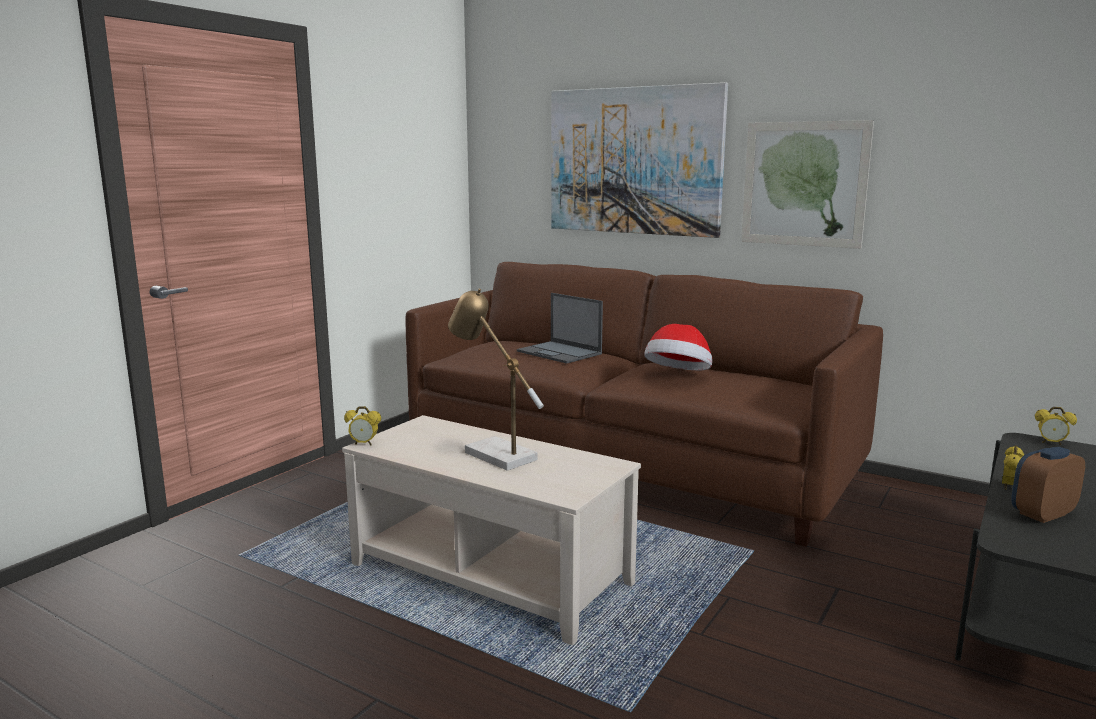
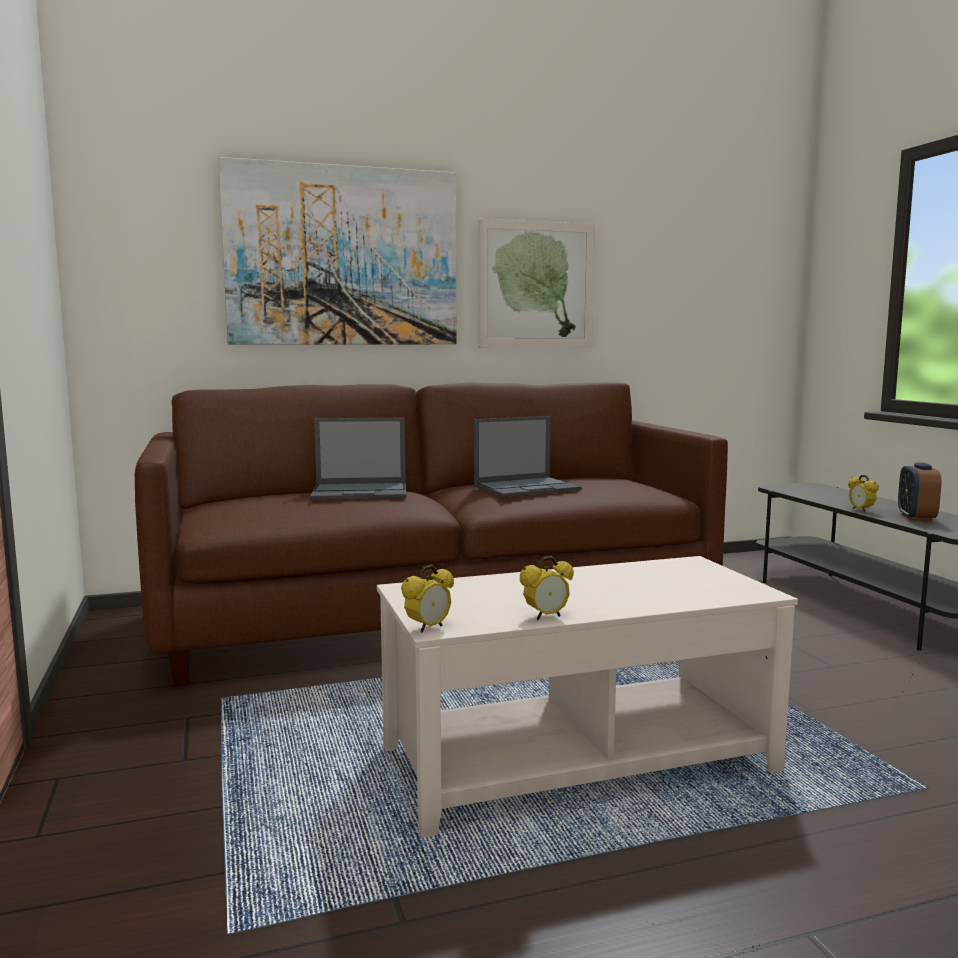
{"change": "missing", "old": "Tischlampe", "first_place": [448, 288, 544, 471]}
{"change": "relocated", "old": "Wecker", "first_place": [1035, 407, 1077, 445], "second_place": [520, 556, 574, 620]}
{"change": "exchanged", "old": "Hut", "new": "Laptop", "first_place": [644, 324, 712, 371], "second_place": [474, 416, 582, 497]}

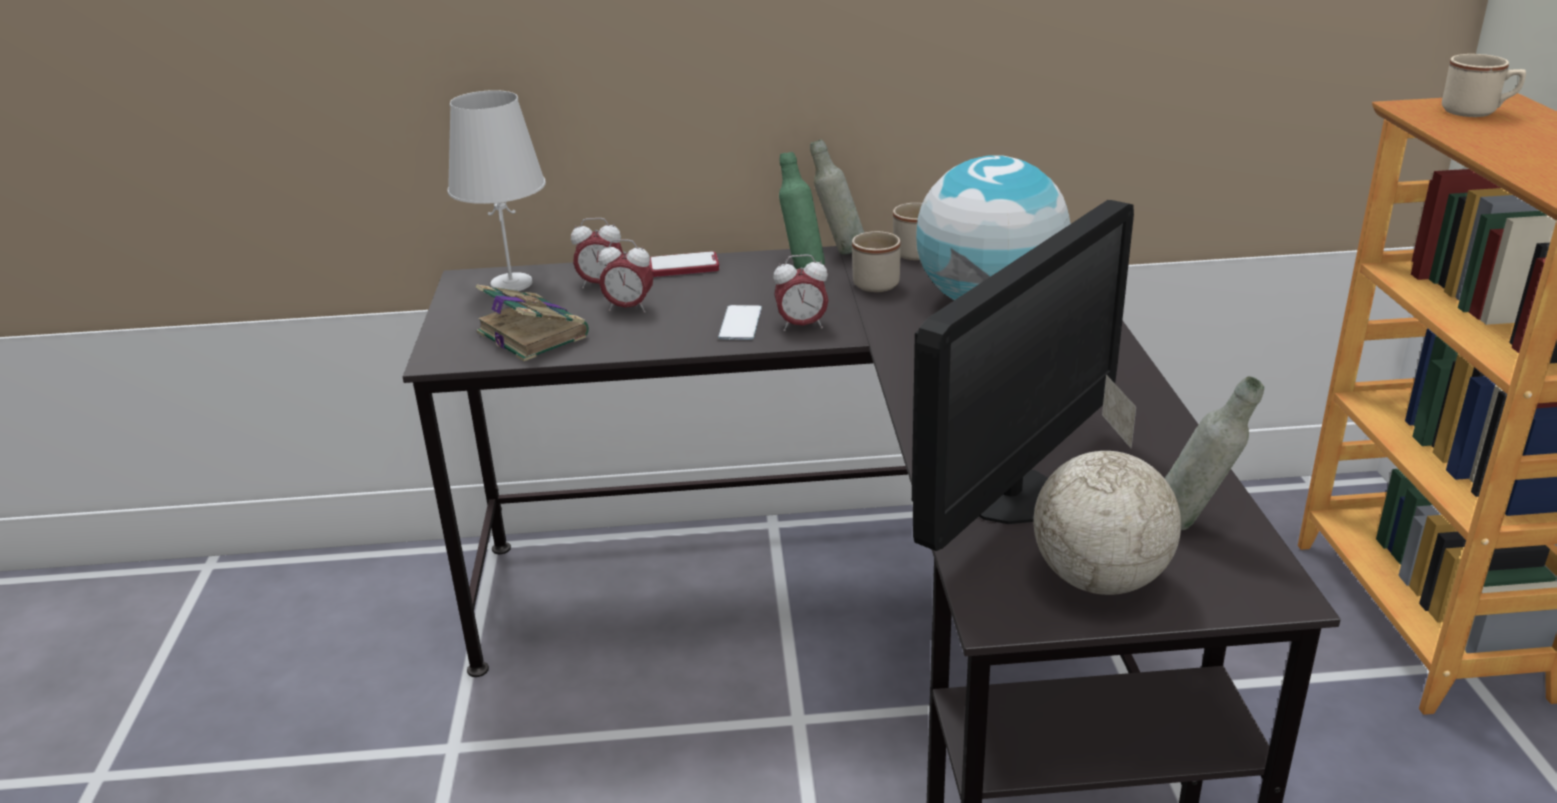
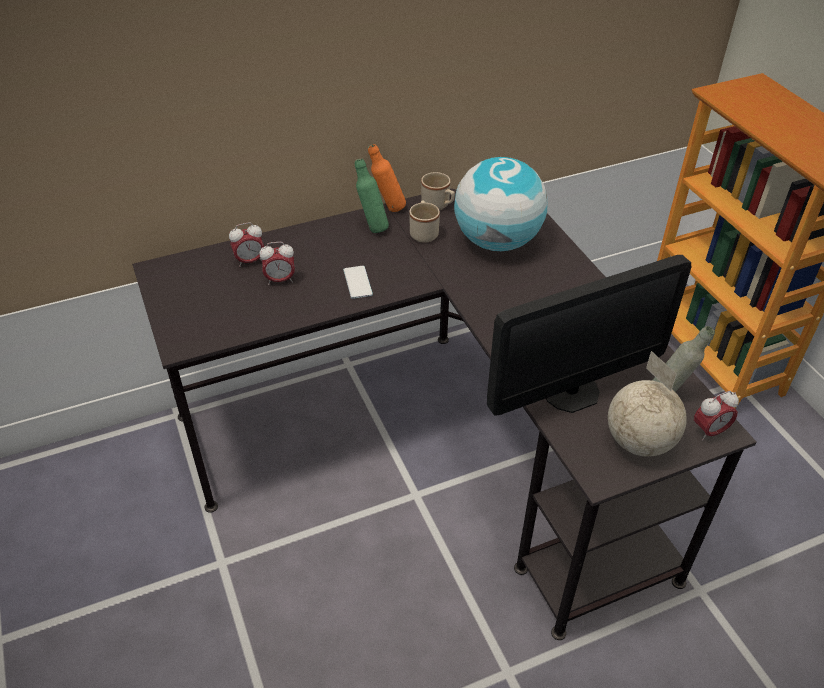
{"change": "missing", "old": "Tischlampe/weiß", "first_place": [447, 90, 546, 291]}
{"change": "missing", "old": "Buch", "first_place": [476, 284, 589, 361]}
{"change": "missing", "old": "Handy", "first_place": [649, 251, 719, 277]}
{"change": "missing", "old": "Henkelbecher/beige", "first_place": [1442, 54, 1526, 117]}
{"change": "relocated", "old": "Wecker", "first_place": [773, 254, 828, 331], "second_place": [694, 391, 739, 441]}
{"change": "colour", "old": "Flasche/grau", "new": "Flasche/orange", "first_place": [810, 139, 864, 255], "second_place": [368, 144, 406, 212]}
{"change": "spun", "old": "Monitor", "first_place": [912, 200, 1134, 551], "second_place": [487, 255, 691, 416], "degrees": 45}

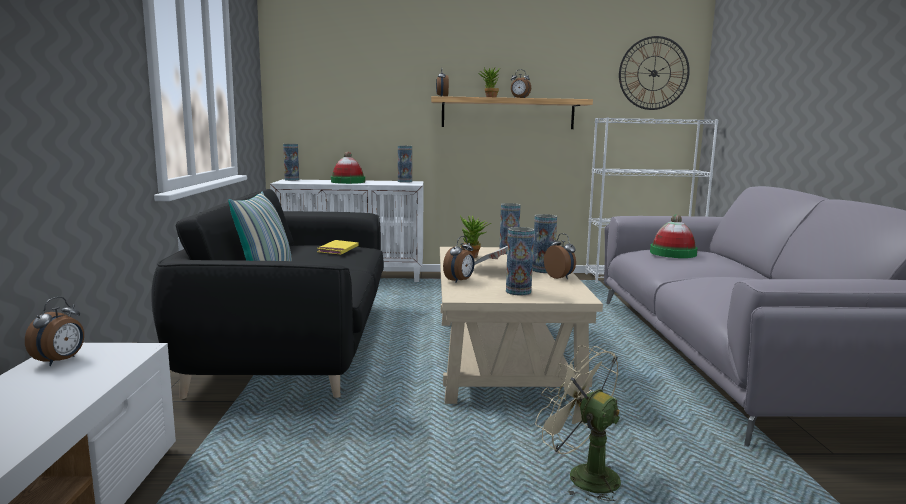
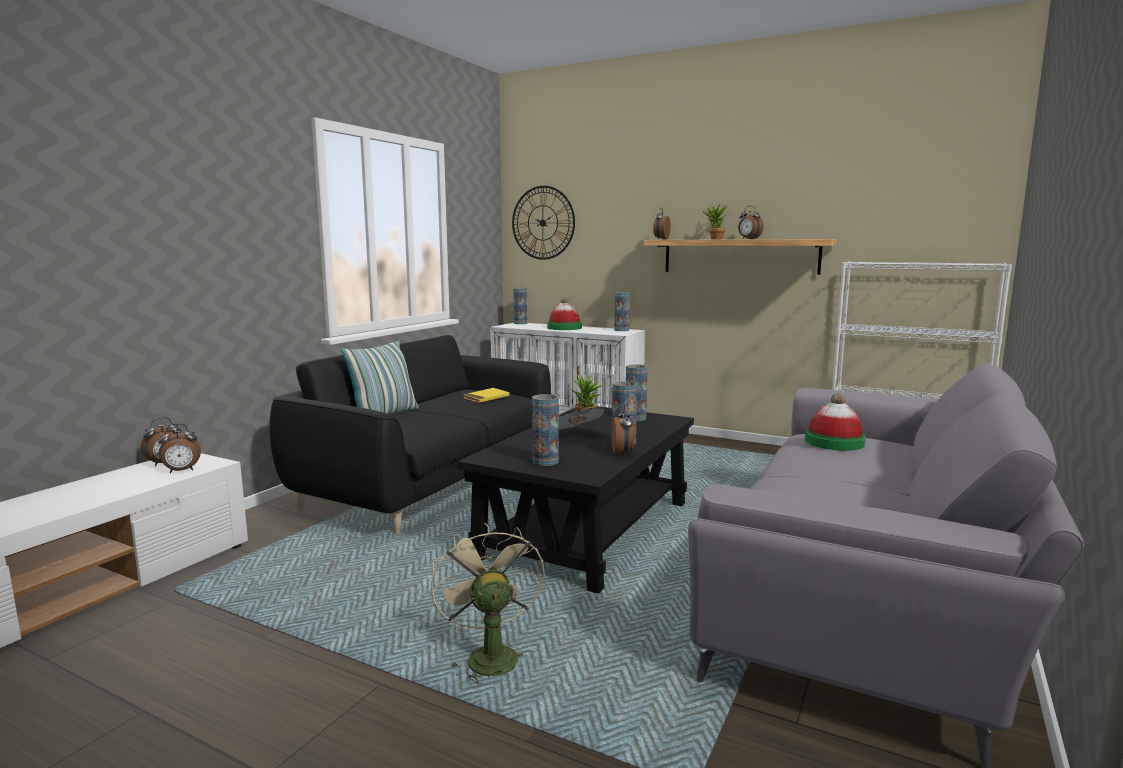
{"change": "relocated", "old": "Wecker", "first_place": [443, 236, 475, 283], "second_place": [158, 423, 201, 473]}
{"change": "relocated", "old": "Wanduhr", "first_place": [619, 36, 690, 110], "second_place": [512, 186, 575, 260]}
{"change": "colour", "old": "Couchtisch/beige", "new": "Couchtisch/schwarz", "first_place": [440, 247, 603, 404], "second_place": [458, 406, 694, 594]}

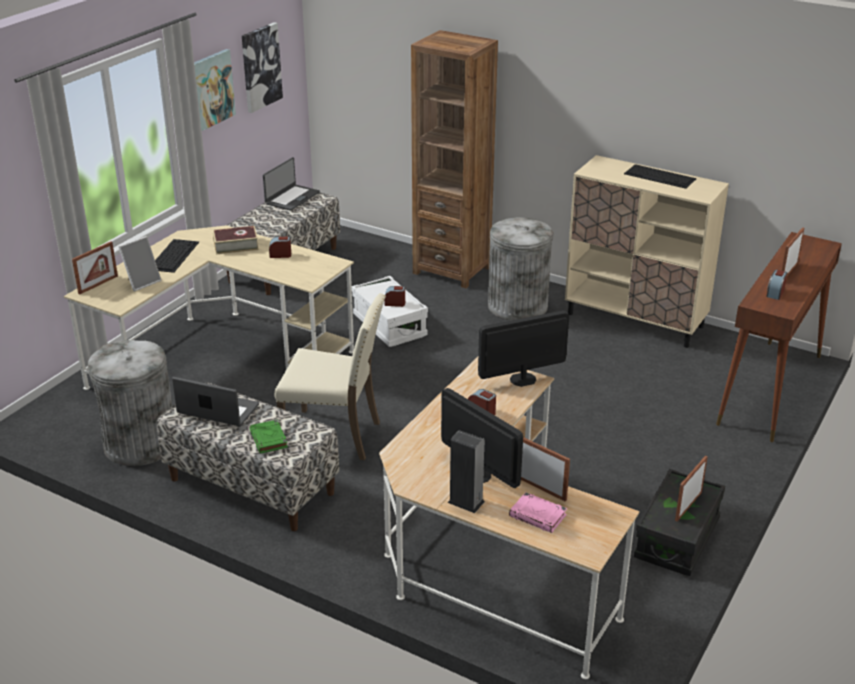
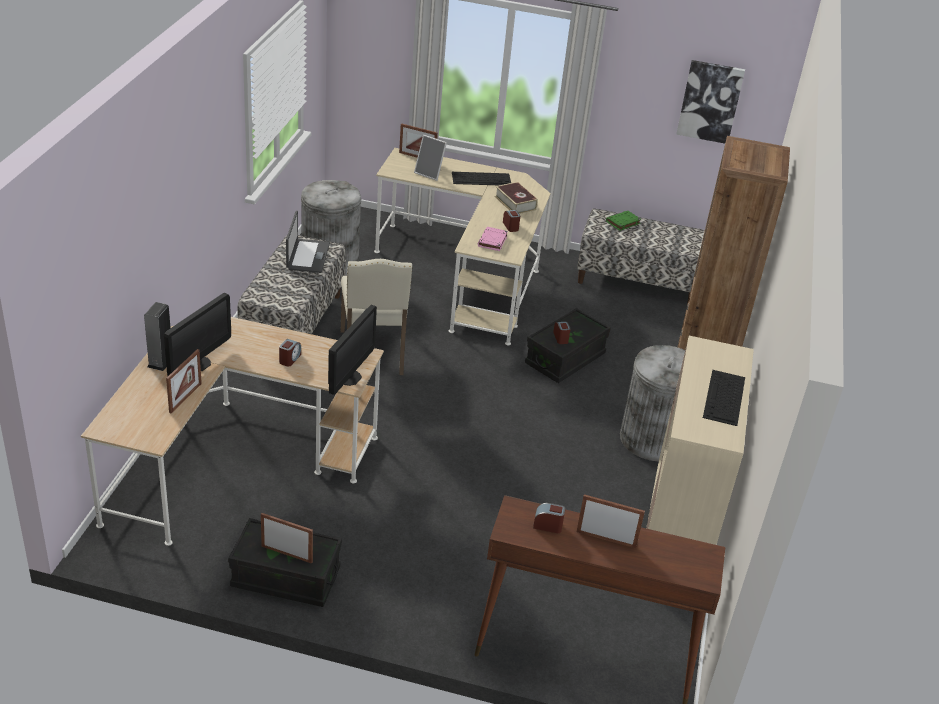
{"change": "missing", "old": "Bild", "first_place": [194, 49, 236, 131]}
{"change": "missing", "old": "Laptop", "first_place": [263, 157, 320, 211]}
{"change": "relocated", "old": "Buch/grün", "first_place": [249, 420, 288, 453], "second_place": [606, 211, 641, 231]}
{"change": "relocated", "old": "Buch/rosa", "first_place": [509, 492, 567, 533], "second_place": [478, 227, 508, 251]}
{"change": "colour", "old": "Aufbewahrungsbox/weiß", "new": "Aufbewahrungsbox/schwarz", "first_place": [352, 276, 428, 347], "second_place": [525, 308, 611, 383]}
{"change": "spun", "old": "Monitor", "first_place": [478, 310, 569, 387], "second_place": [328, 305, 377, 395], "degrees": 60}

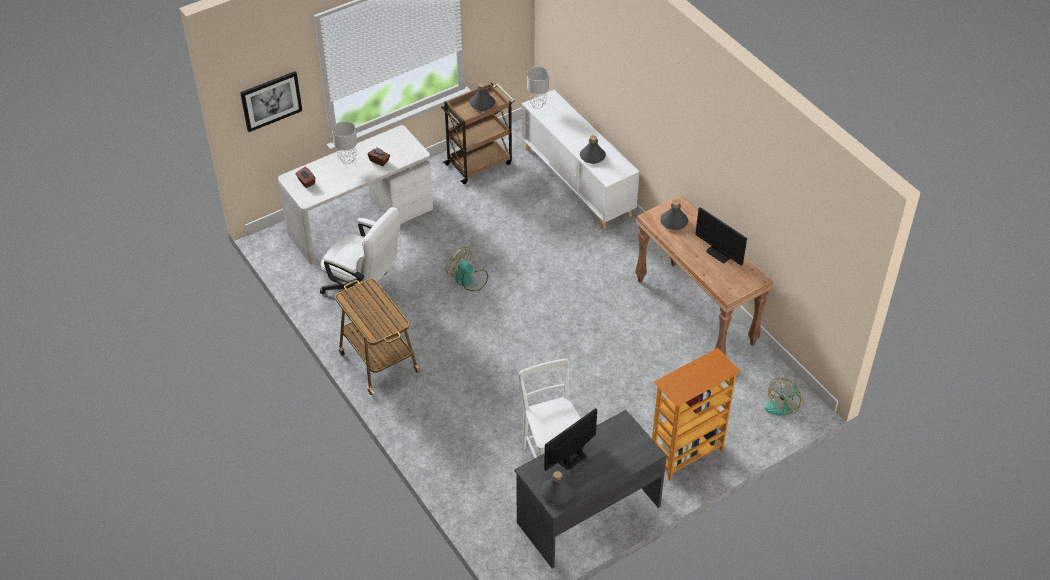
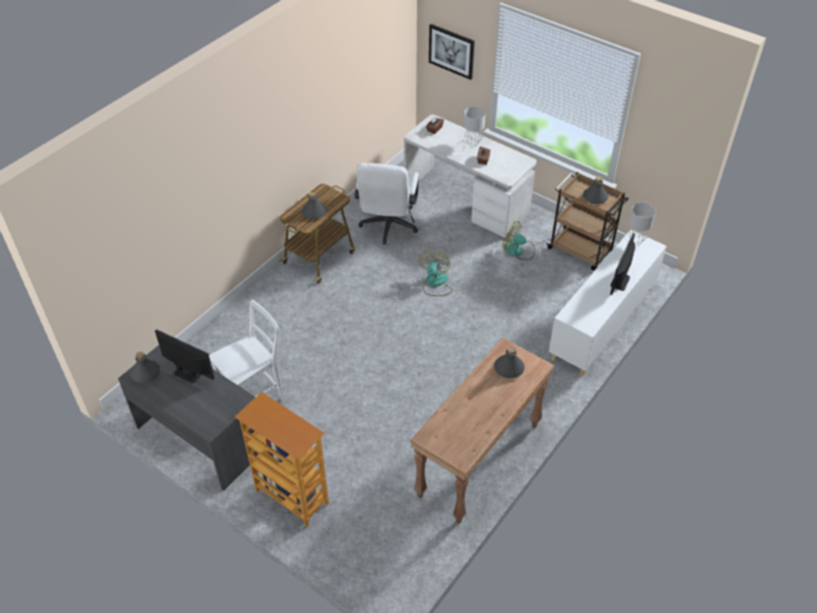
{"change": "relocated", "old": "Flasche/grau", "first_place": [580, 135, 606, 164], "second_place": [302, 192, 327, 220]}
{"change": "relocated", "old": "Monitor", "first_place": [695, 207, 747, 266], "second_place": [610, 233, 635, 295]}
{"change": "relocated", "old": "Ventilator", "first_place": [765, 378, 801, 415], "second_place": [502, 221, 535, 260]}

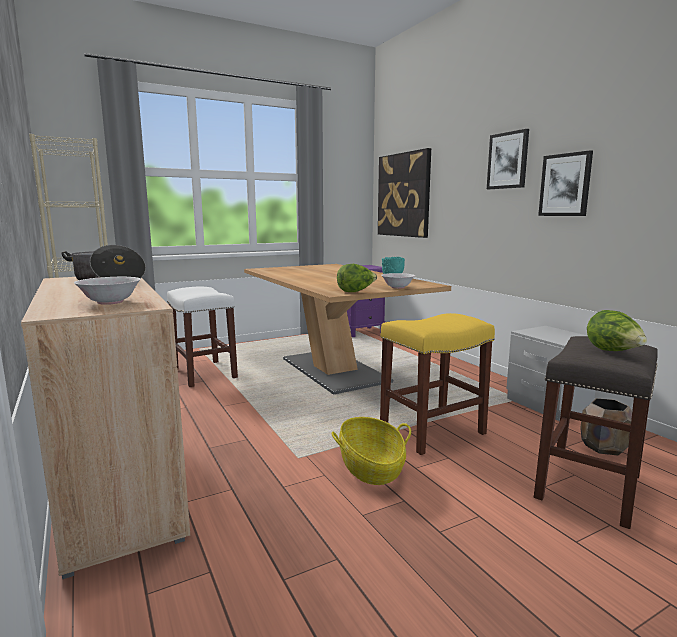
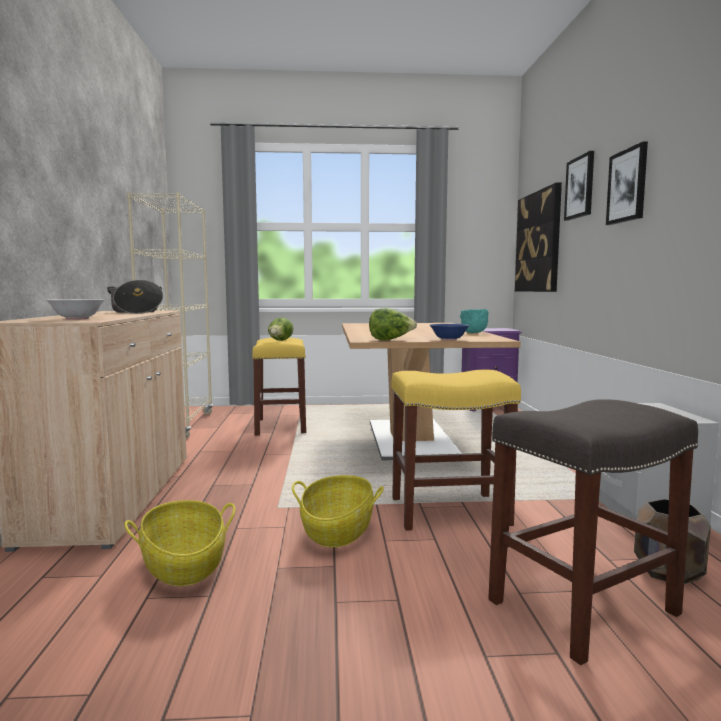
{"change": "appeared", "new": "Korb", "second_place": [124, 500, 235, 586]}
{"change": "relocated", "old": "Bild", "first_place": [538, 150, 593, 216], "second_place": [564, 151, 594, 221]}
{"change": "relocated", "old": "Salatkopf", "first_place": [587, 310, 647, 351], "second_place": [268, 317, 293, 341]}
{"change": "colour", "old": "Hocker/weiß", "new": "Hocker/gelb", "first_place": [167, 286, 238, 387], "second_place": [252, 338, 306, 435]}
{"change": "colour", "old": "Schüssel/weiß", "new": "Schüssel/blau", "first_place": [381, 273, 415, 289], "second_place": [430, 324, 470, 340]}

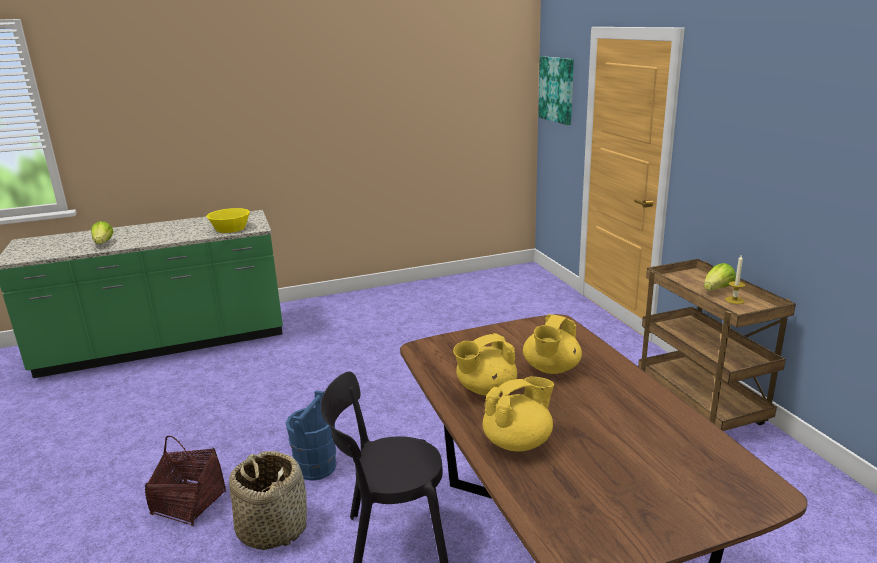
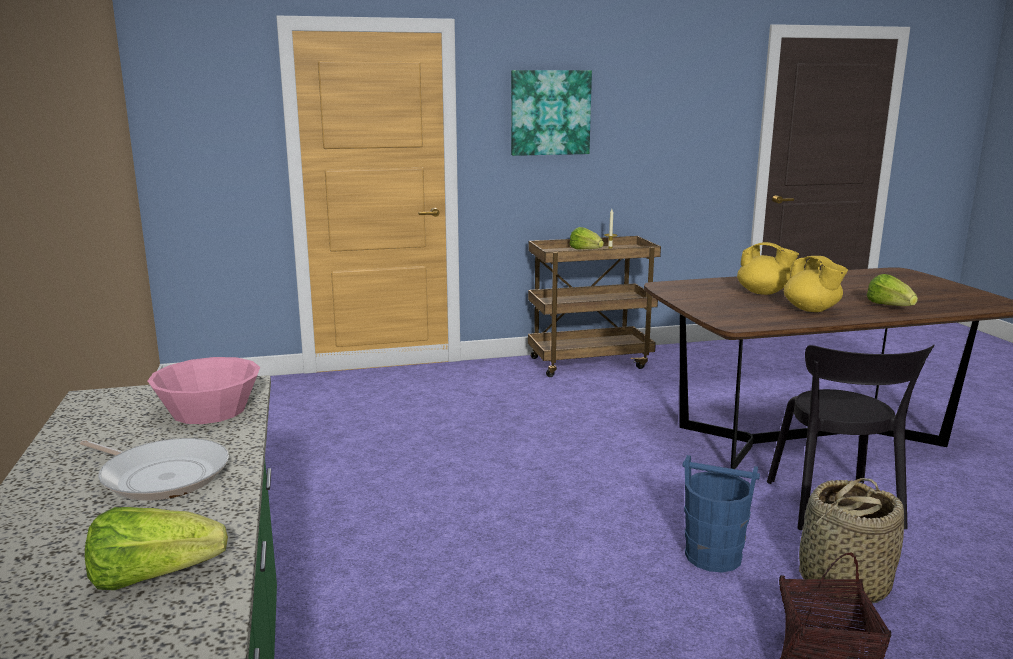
{"change": "appeared", "new": "Pfanne", "second_place": [80, 438, 229, 500]}
{"change": "relocated", "old": "Bild", "first_place": [538, 56, 574, 125], "second_place": [511, 70, 592, 156]}
{"change": "exchanged", "old": "Teekanne/gelb", "new": "Salatkopf", "first_place": [483, 377, 554, 452], "second_place": [867, 274, 918, 306]}
{"change": "colour", "old": "Schüssel/gelb", "new": "Schüssel/rosa", "first_place": [207, 208, 250, 233], "second_place": [148, 357, 260, 424]}

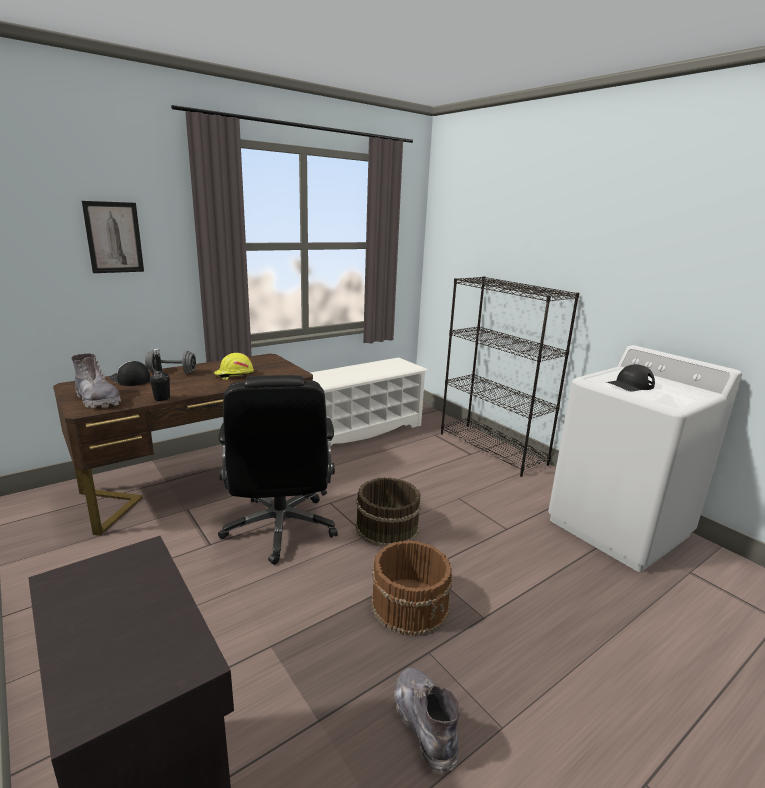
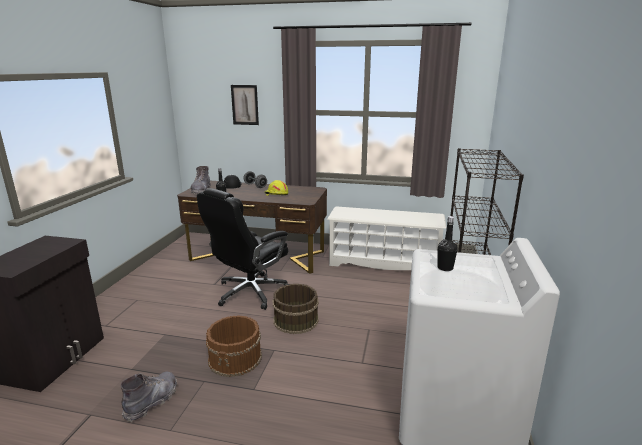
{"change": "exchanged", "old": "Kappe/schwarz", "new": "Flasche/schwarz", "first_place": [607, 364, 655, 391], "second_place": [437, 216, 458, 271]}

